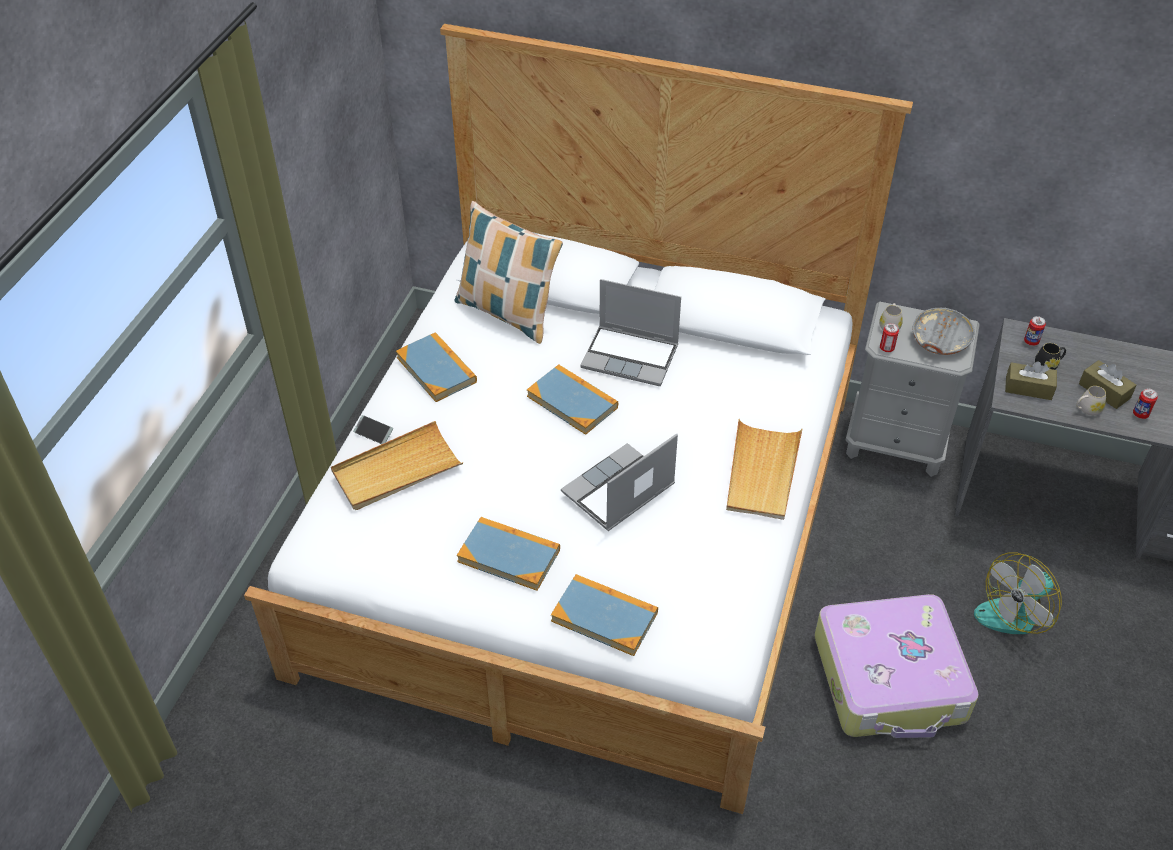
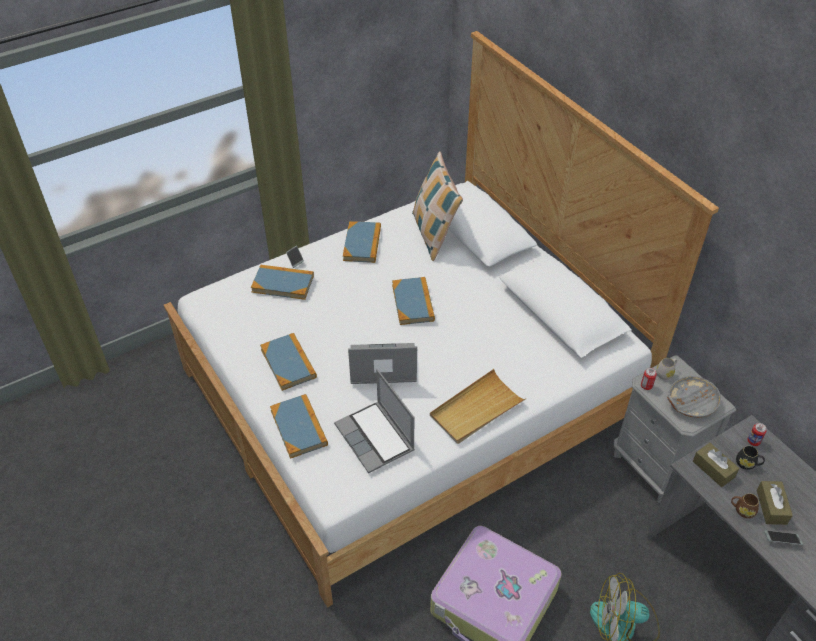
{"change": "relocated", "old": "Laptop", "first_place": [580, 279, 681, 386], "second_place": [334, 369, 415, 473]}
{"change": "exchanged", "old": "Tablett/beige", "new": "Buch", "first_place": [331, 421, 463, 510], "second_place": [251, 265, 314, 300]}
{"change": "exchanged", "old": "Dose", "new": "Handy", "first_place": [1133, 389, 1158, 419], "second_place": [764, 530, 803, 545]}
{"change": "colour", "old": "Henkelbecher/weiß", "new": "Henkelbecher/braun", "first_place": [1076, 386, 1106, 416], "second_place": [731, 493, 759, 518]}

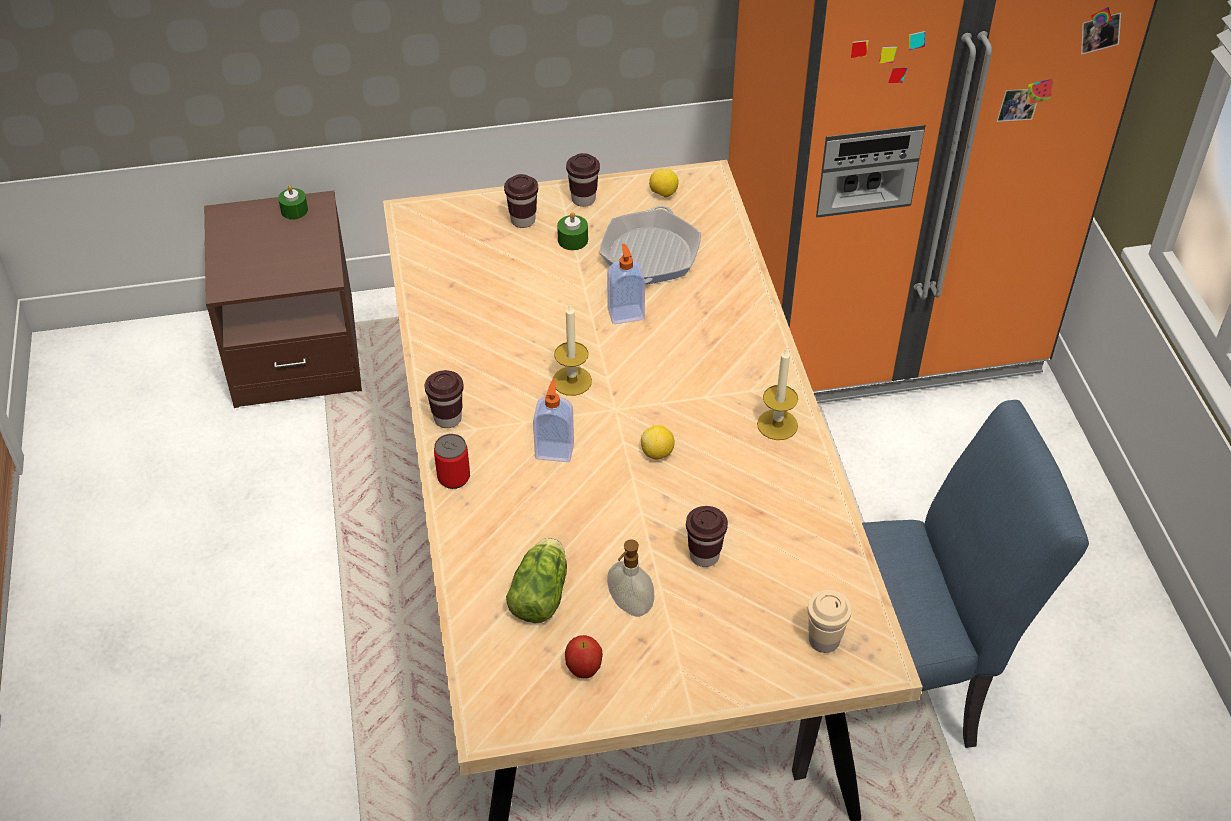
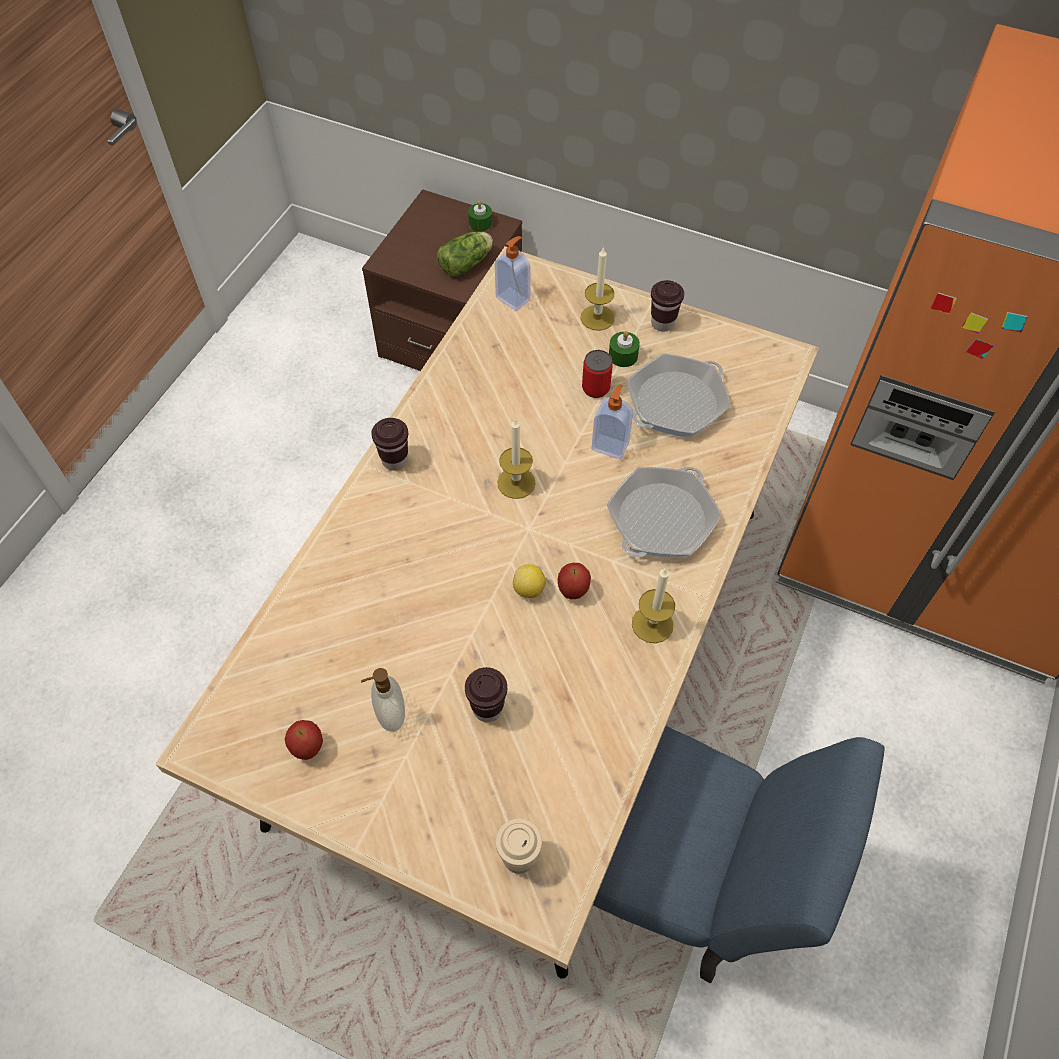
{"change": "missing", "old": "Zitrone", "first_place": [649, 169, 679, 197]}
{"change": "appeared", "new": "Apfel", "second_place": [558, 563, 591, 599]}
{"change": "appeared", "new": "Pfanne", "second_place": [607, 467, 721, 558]}
{"change": "relocated", "old": "Dose", "first_place": [434, 434, 470, 489], "second_place": [582, 350, 613, 398]}
{"change": "relocated", "old": "Salatkopf", "first_place": [506, 537, 567, 623], "second_place": [437, 232, 493, 276]}
{"change": "relocated", "old": "Seifenspender", "first_place": [533, 380, 574, 462], "second_place": [495, 236, 531, 311]}
{"change": "exchanged", "old": "Tasse/braun", "new": "Kerze", "first_place": [504, 174, 538, 228], "second_place": [580, 247, 615, 331]}

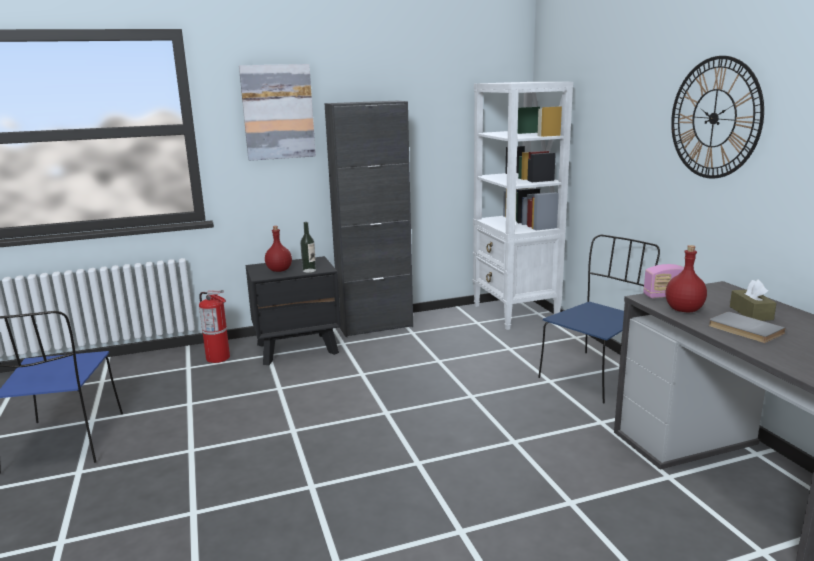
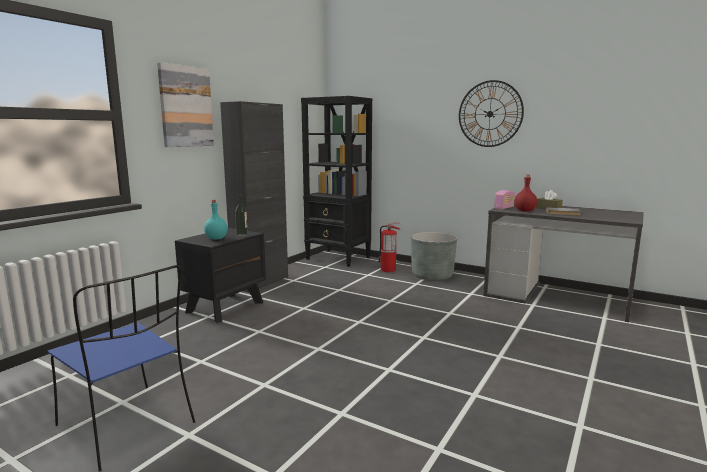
{"change": "relocated", "old": "Feuerlöscher", "first_place": [199, 290, 230, 363], "second_place": [378, 222, 400, 272]}
{"change": "exchanged", "old": "Stuhl/blau", "new": "Pflanzkübel/grau", "first_place": [538, 235, 660, 403], "second_place": [411, 232, 457, 281]}
{"change": "colour", "old": "Flasche/rot", "new": "Flasche/türkis", "first_place": [265, 226, 292, 272], "second_place": [204, 200, 228, 240]}
{"change": "colour", "old": "Bücherregal/weiß", "new": "Bücherregal/schwarz", "first_place": [473, 82, 573, 330], "second_place": [301, 96, 372, 267]}

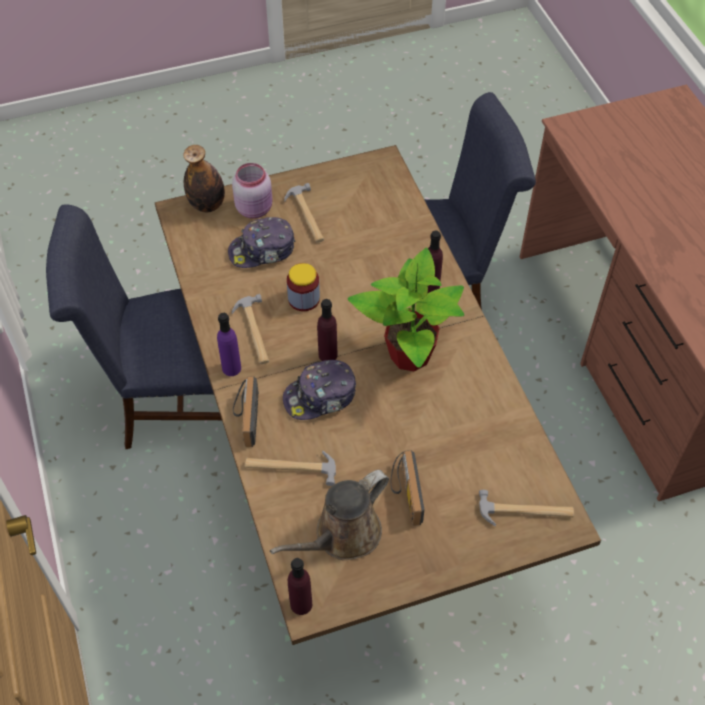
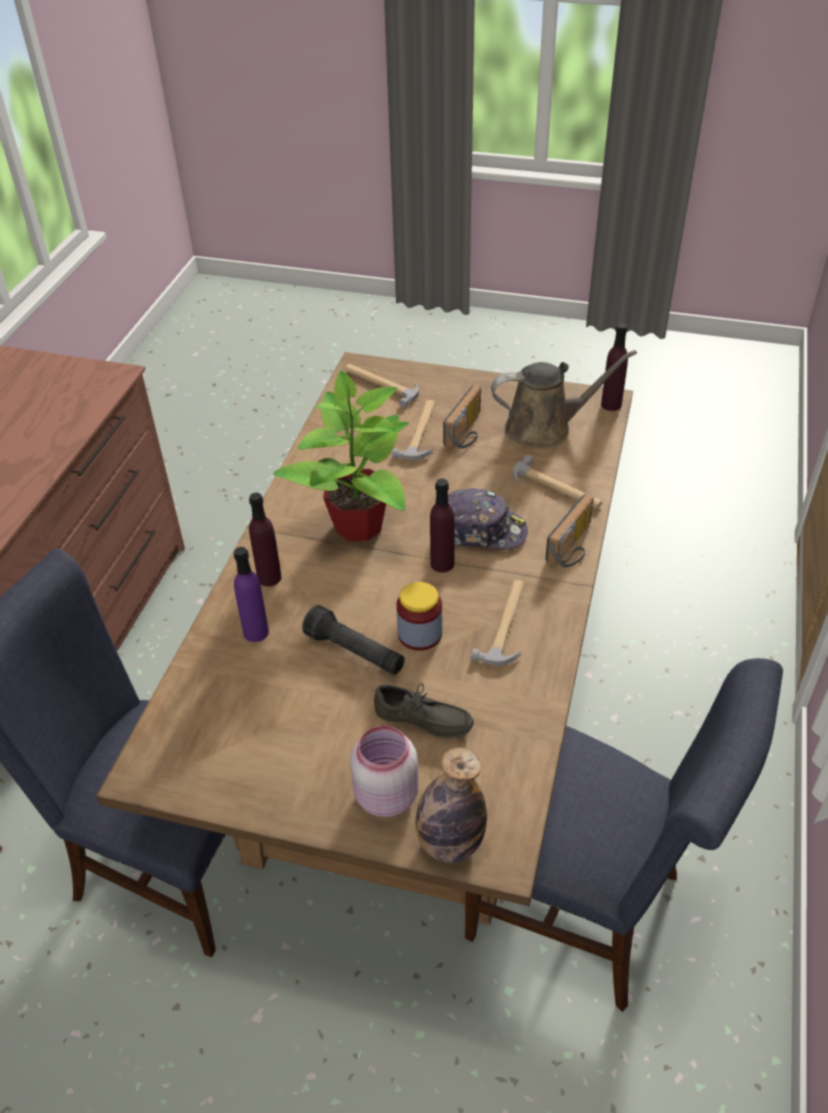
{"change": "appeared", "new": "Taschenlampe/schwarz", "second_place": [302, 605, 405, 675]}
{"change": "relocated", "old": "Flasche/lila", "first_place": [217, 313, 241, 376], "second_place": [234, 547, 269, 642]}
{"change": "relocated", "old": "Hammer", "first_place": [284, 183, 324, 243], "second_place": [392, 400, 436, 460]}
{"change": "exchanged", "old": "Kappe", "new": "Schuh/grau", "first_place": [228, 217, 295, 268], "second_place": [374, 683, 474, 738]}

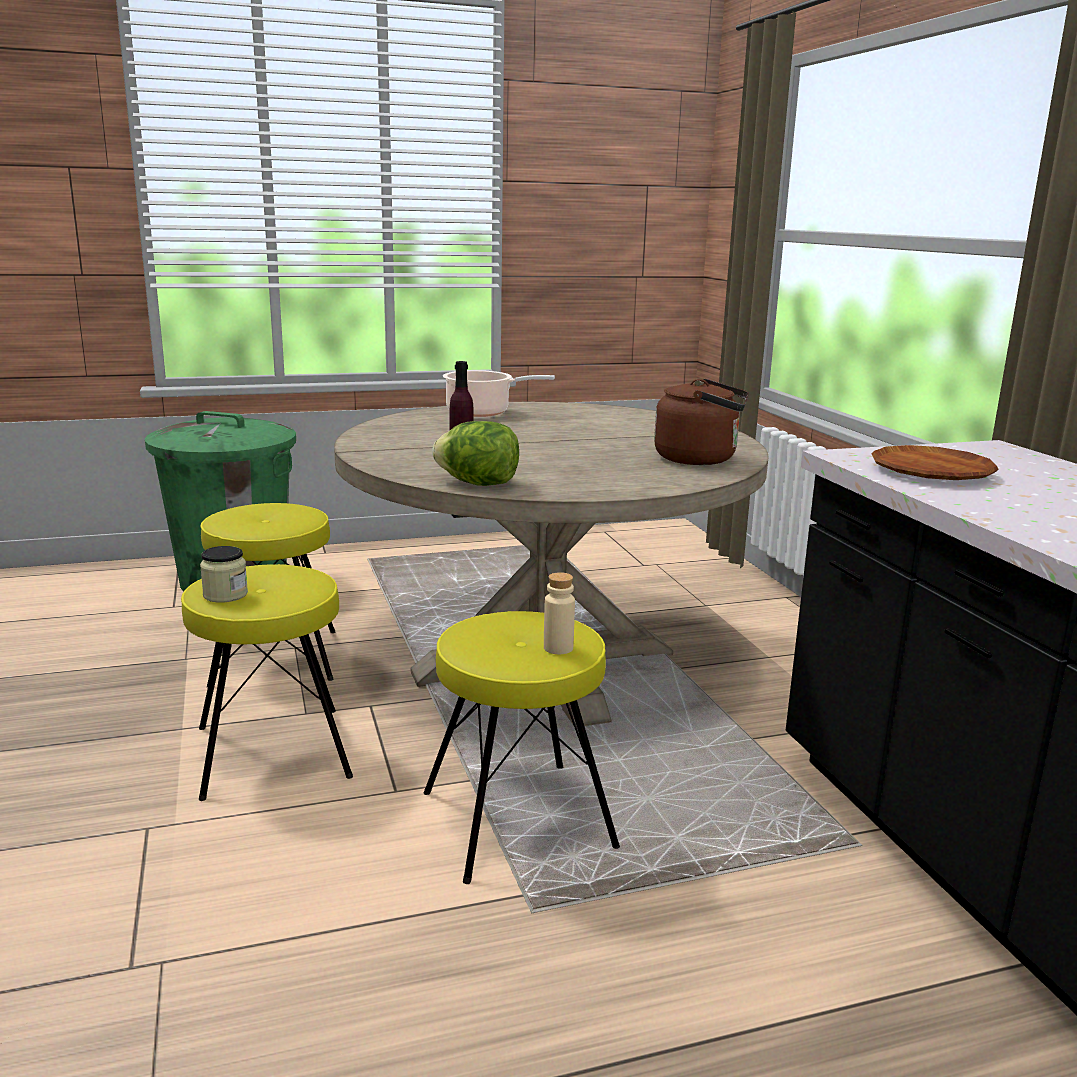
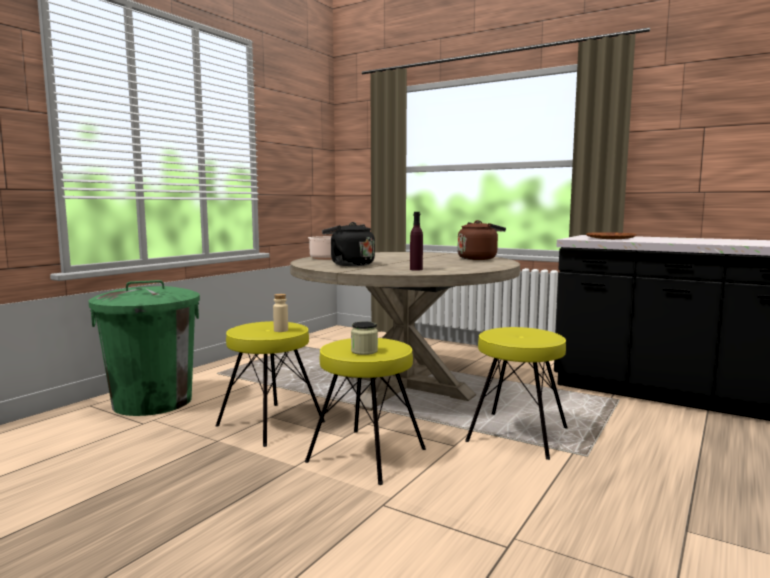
{"change": "missing", "old": "Salatkopf", "first_place": [432, 421, 519, 486]}
{"change": "appeared", "new": "Wasserkessel/schwarz", "second_place": [322, 222, 375, 266]}
{"change": "relocated", "old": "Flasche/beige", "first_place": [544, 572, 575, 654], "second_place": [273, 294, 288, 332]}

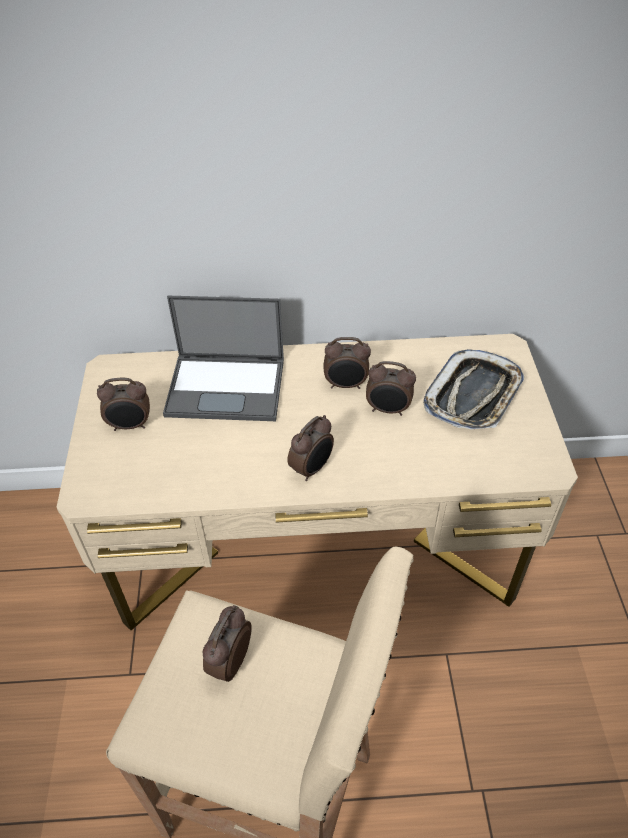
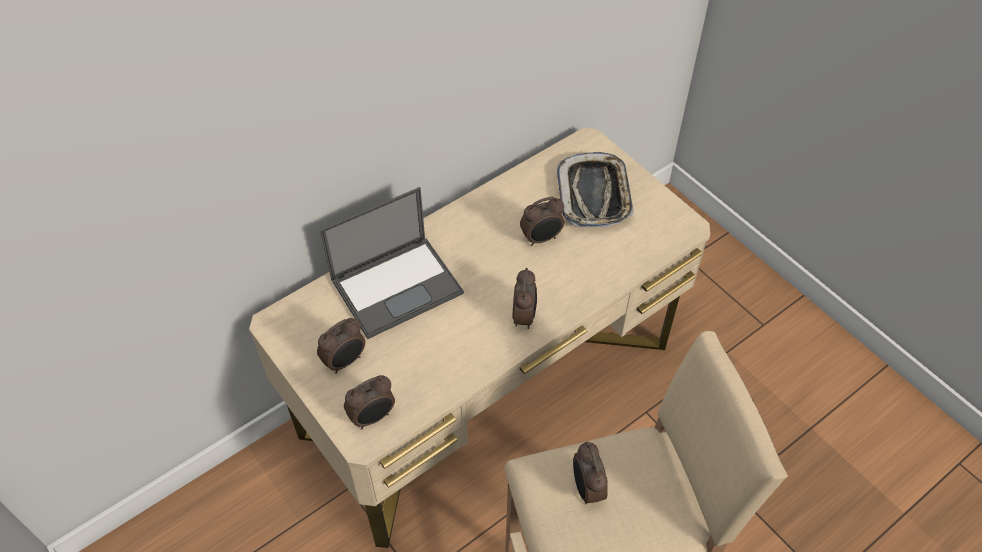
{"change": "relocated", "old": "Wecker", "first_place": [323, 337, 371, 389], "second_place": [344, 375, 395, 429]}

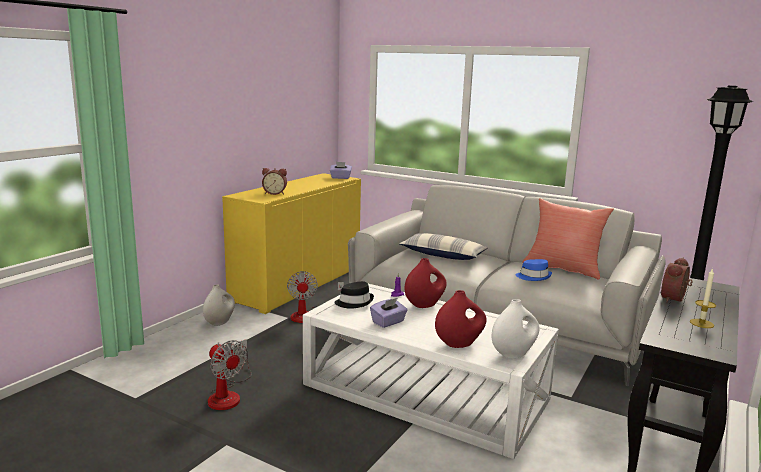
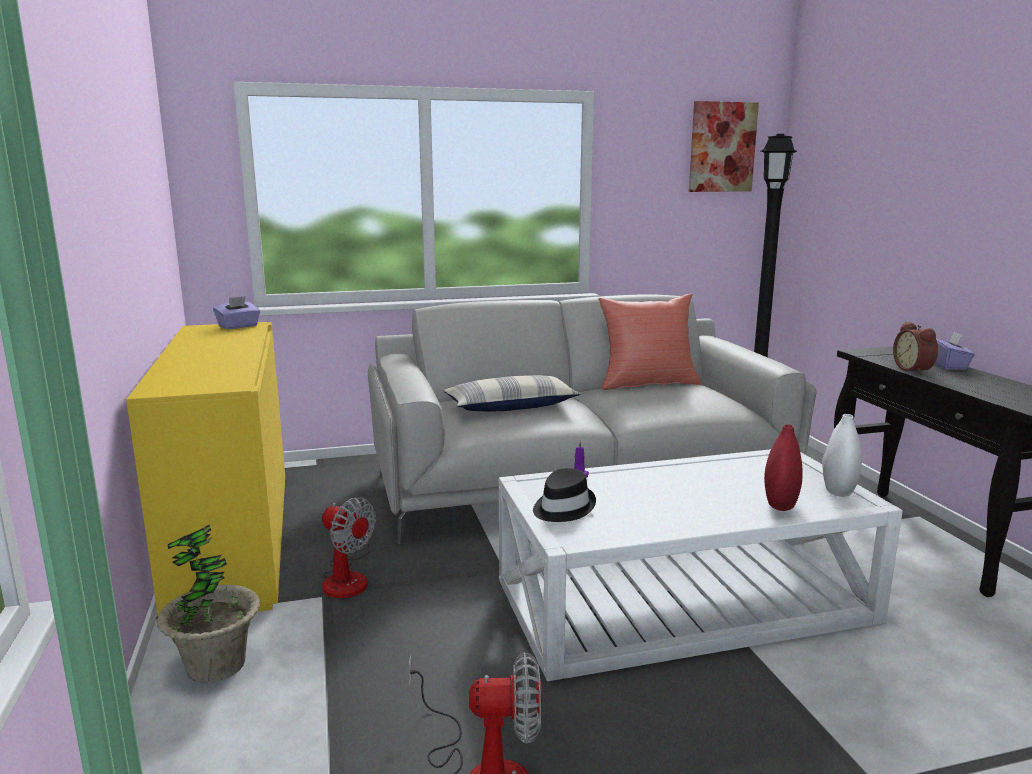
{"change": "missing", "old": "Wecker", "first_place": [262, 168, 287, 195]}
{"change": "missing", "old": "Vase/rot", "first_place": [405, 258, 447, 308]}
{"change": "missing", "old": "Hut/blau", "first_place": [515, 259, 552, 281]}
{"change": "missing", "old": "Kerze", "first_place": [690, 268, 716, 328]}
{"change": "appeared", "new": "Bild", "second_place": [689, 101, 759, 192]}
{"change": "relocated", "old": "Taschentuchbox/lila", "first_place": [370, 298, 408, 328], "second_place": [935, 331, 975, 370]}
{"change": "exchanged", "old": "Vase/weiß", "new": "Topfpflanze", "first_place": [203, 284, 235, 326], "second_place": [157, 524, 260, 682]}

